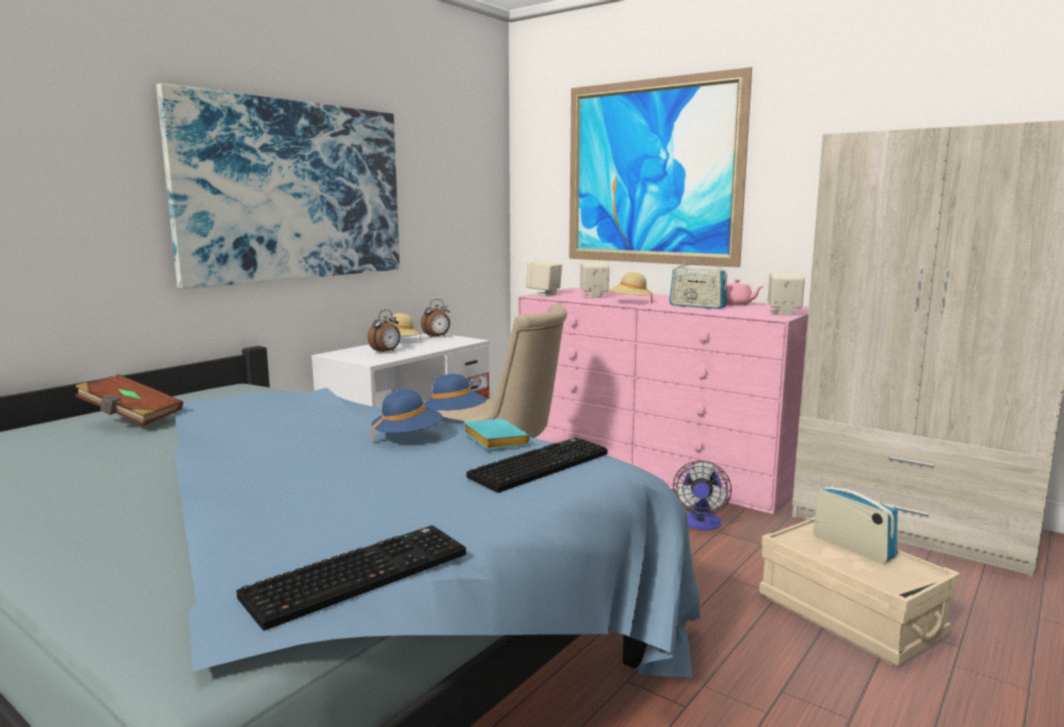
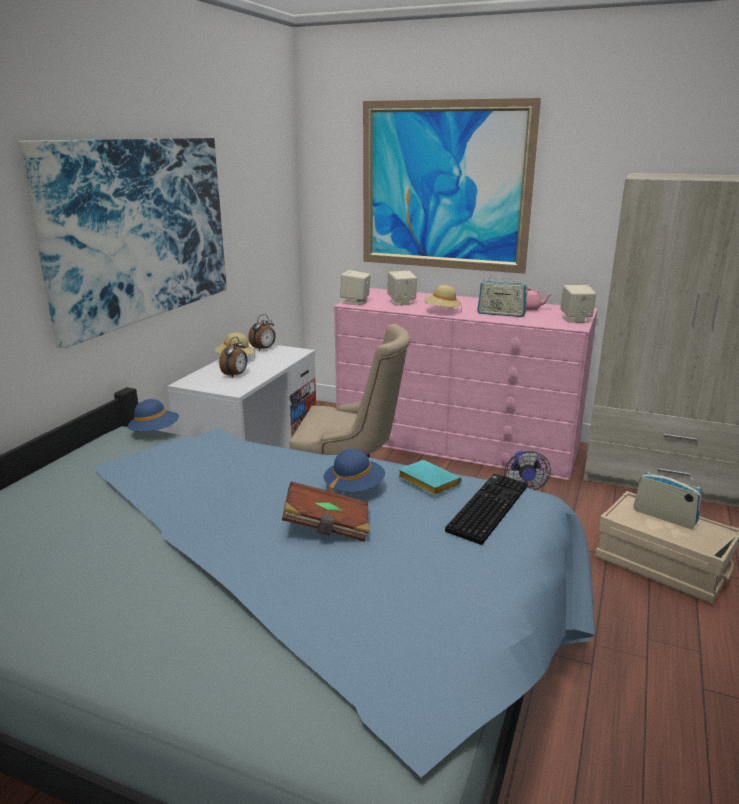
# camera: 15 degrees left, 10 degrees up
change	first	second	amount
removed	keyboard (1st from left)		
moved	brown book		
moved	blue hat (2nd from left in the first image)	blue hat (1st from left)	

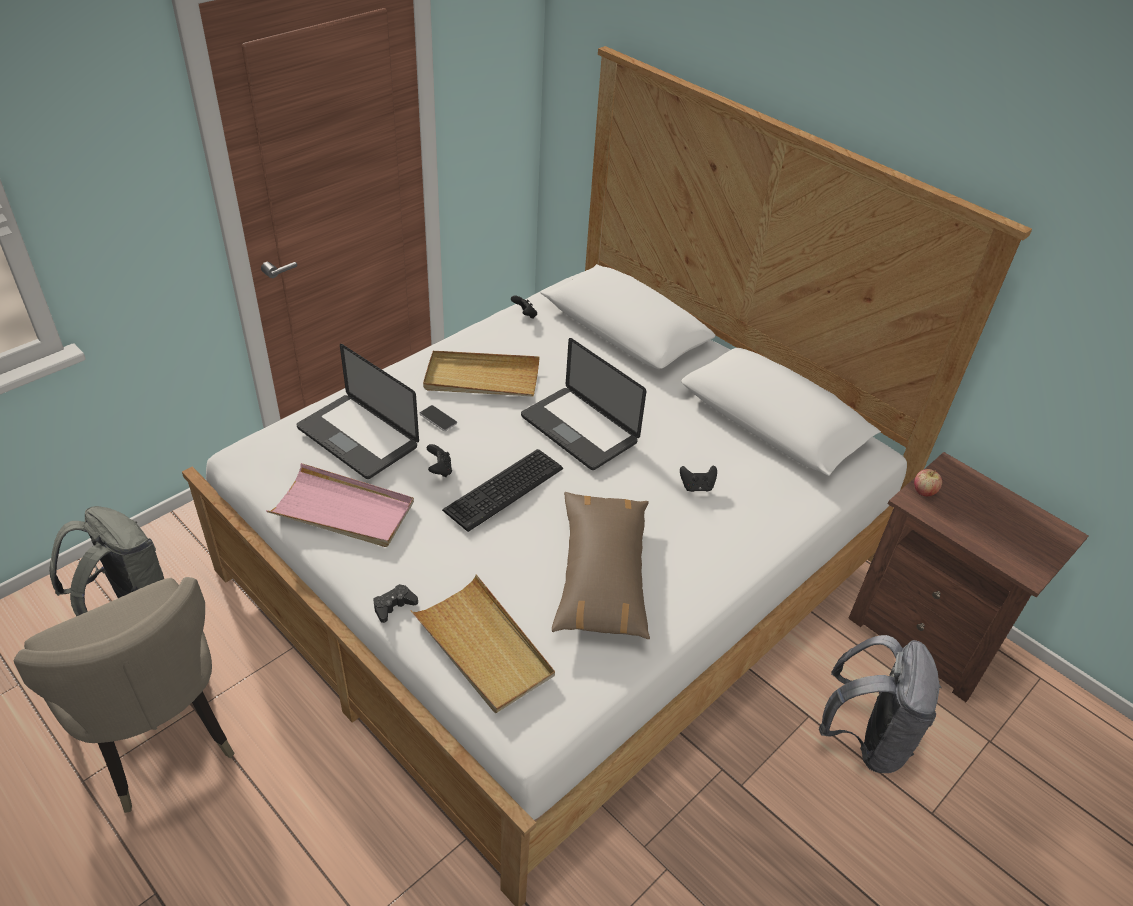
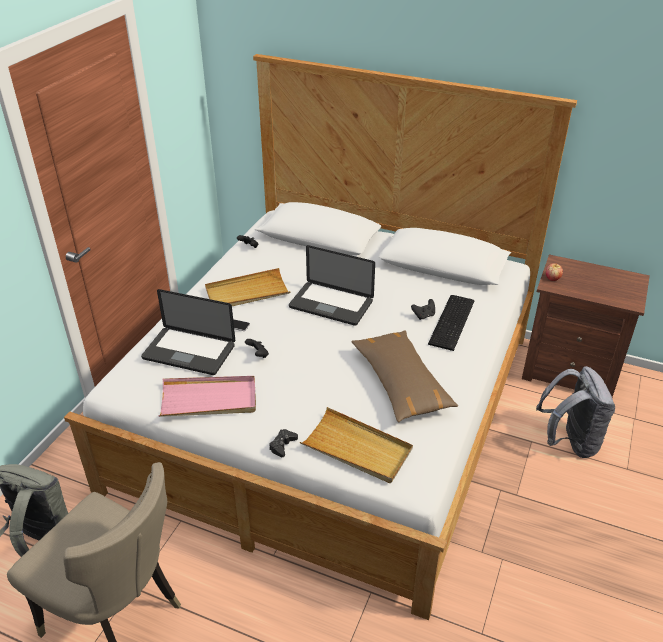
# camera: 20 degrees left, 5 degrees down
change	first	second	amount
moved	keyboard		

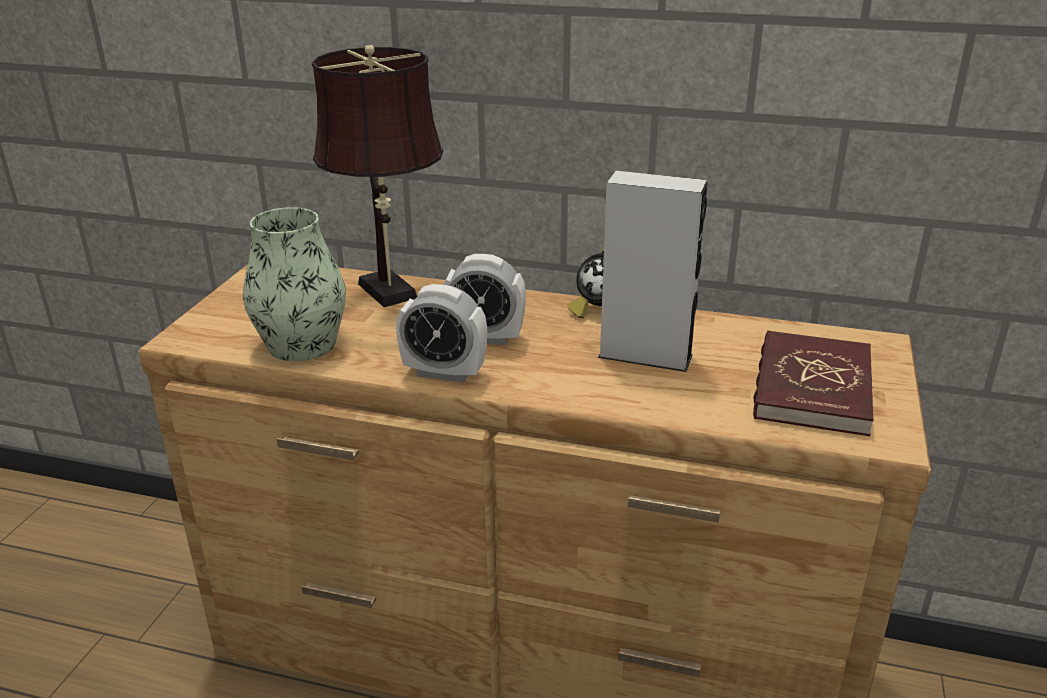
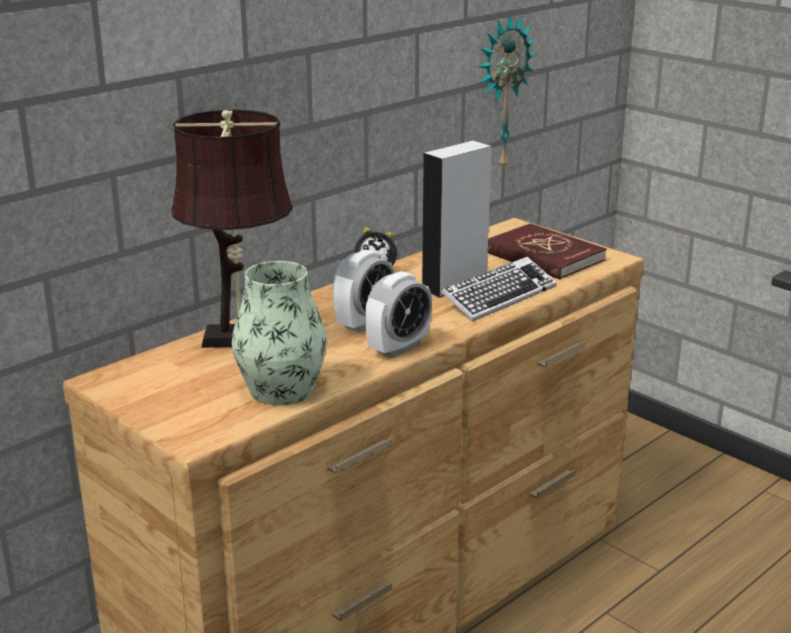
# camera: 60 degrees left, 5 degrees down
change	first	second	amount
added		keyboard	
added		wall clock	

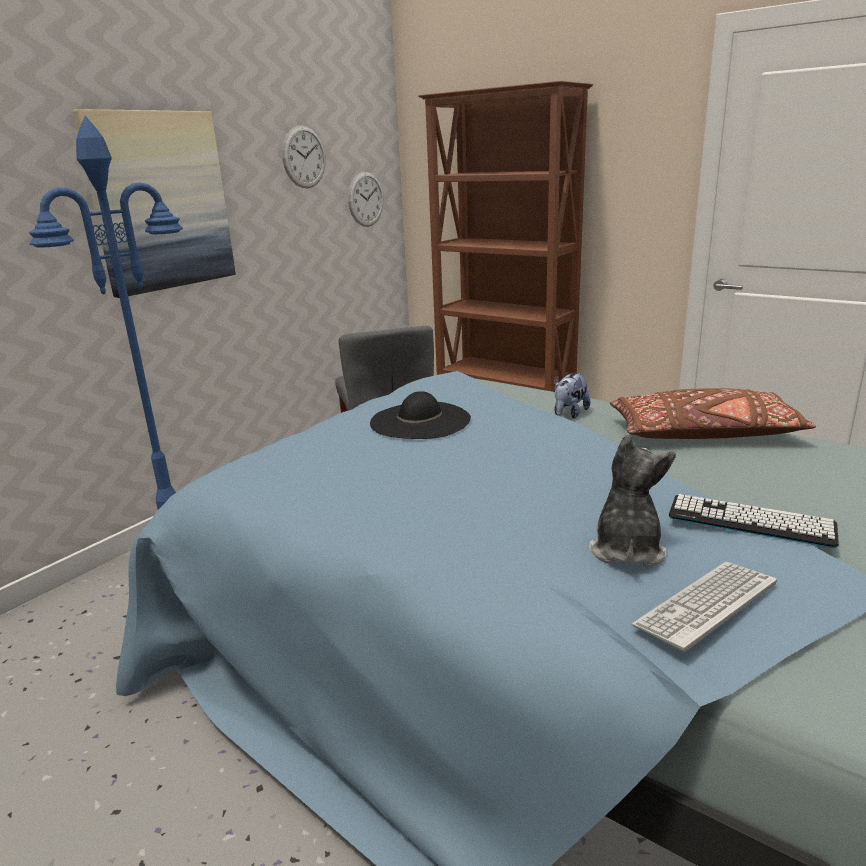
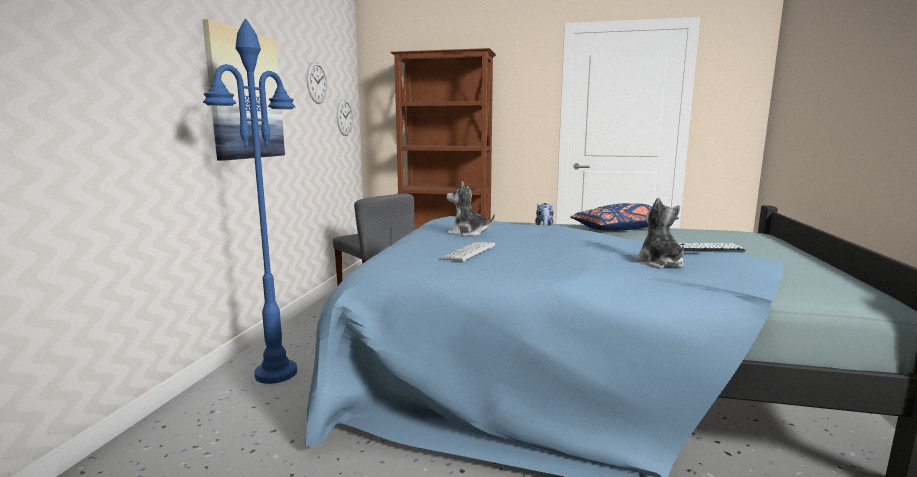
# camera: 25 degrees left, 10 degrees down
change	first	second	amount
moved	keyboard (1st from left)		
replaced	black hat	plush toy (1st from left)	
recoloured	brown pillow	blue pillow	

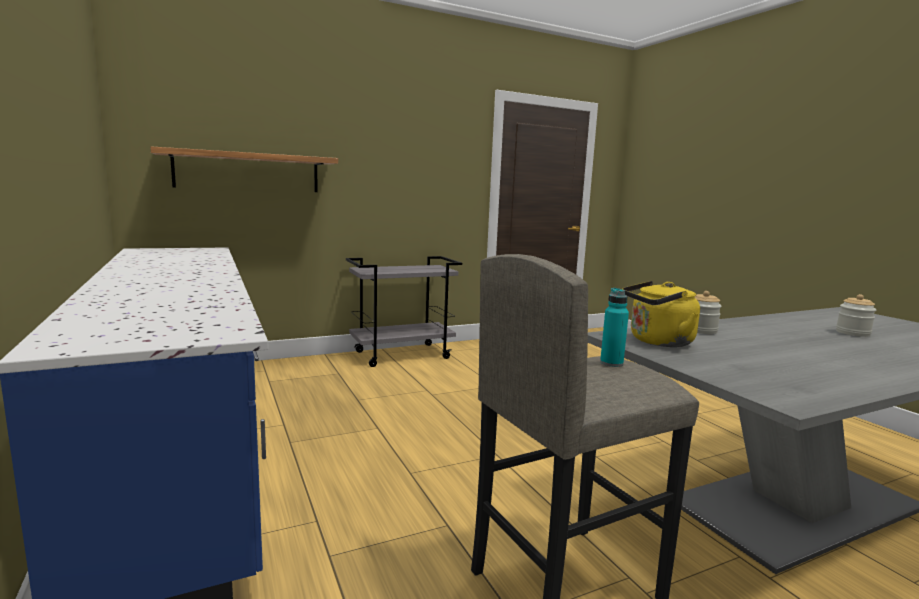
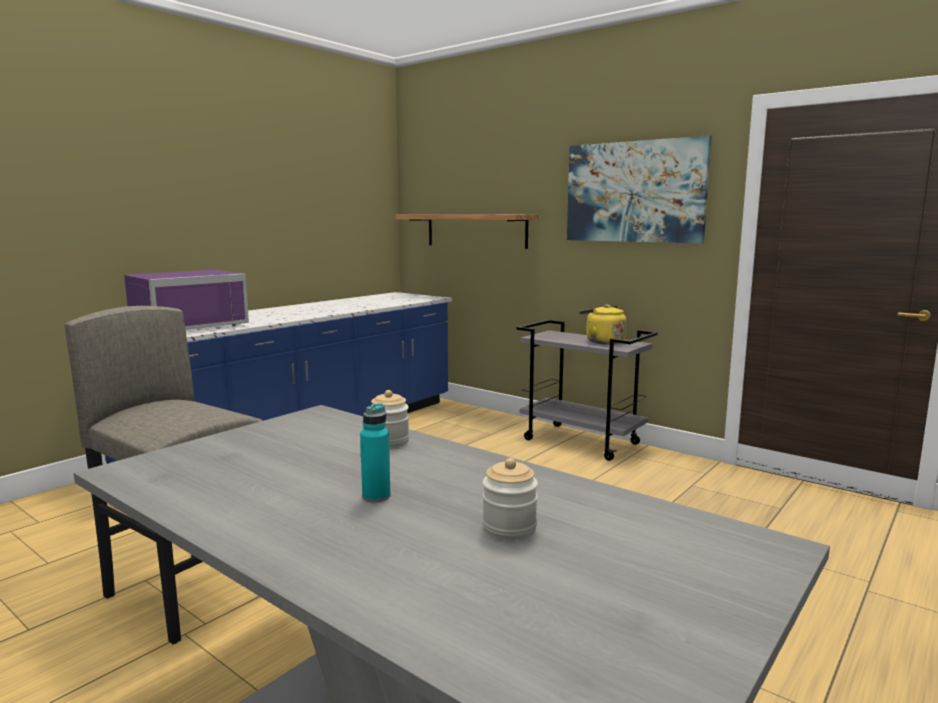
# camera: 65 degrees right, 0 degrees up
change	first	second	amount
added		purple microwave	
added		picture	
moved	turquoise bottle		
moved	yellow kettle		

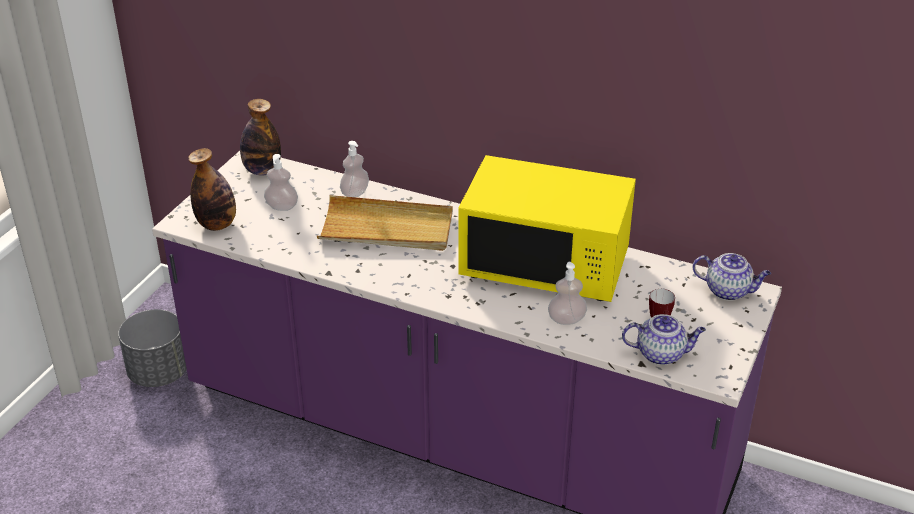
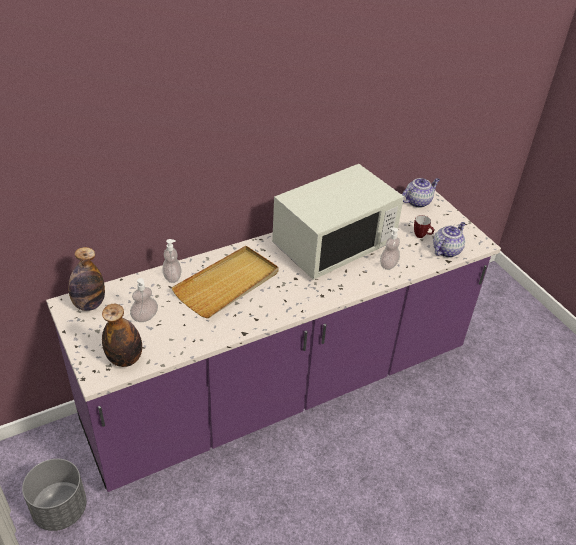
# camera: 55 degrees left, 5 degrees up
change	first	second	amount
recoloured	yellow microwave	white microwave	

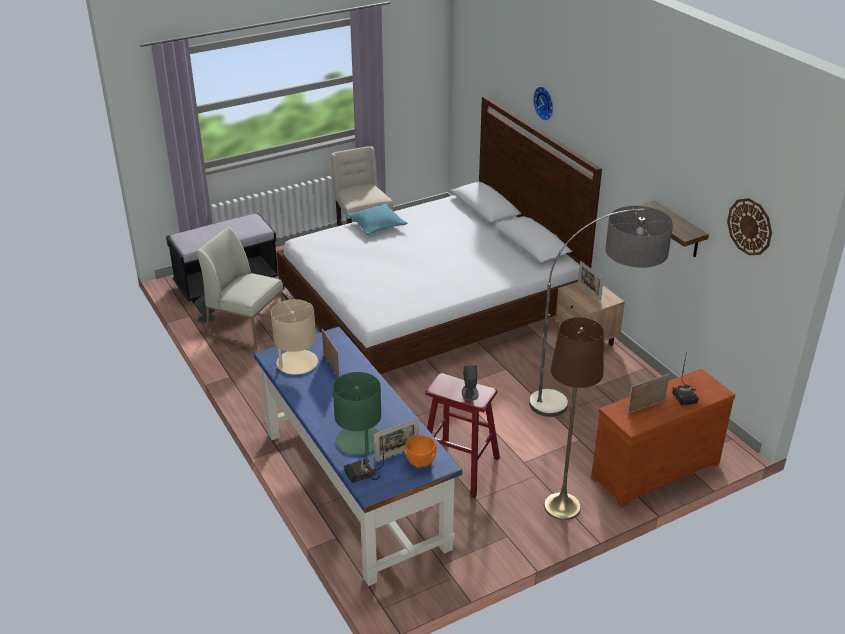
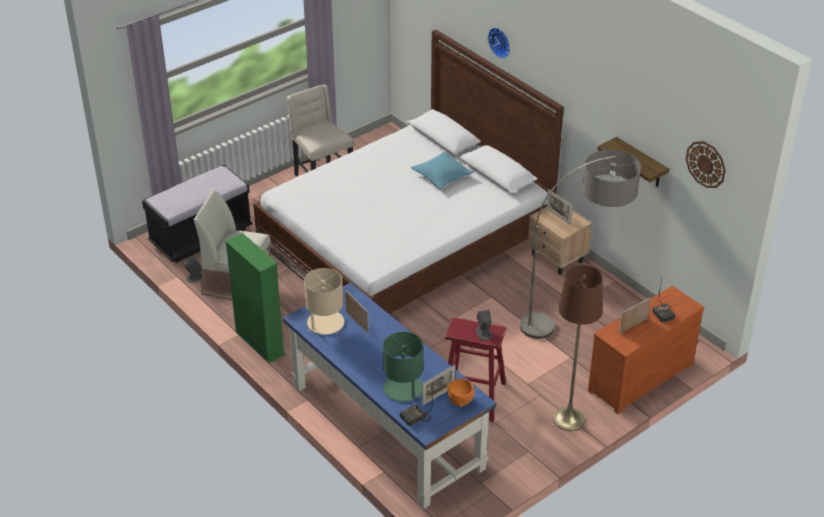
# camera: 10 degrees left, 5 degrees up
change	first	second	amount
added		green bookcase	
moved	turquoise pillow		

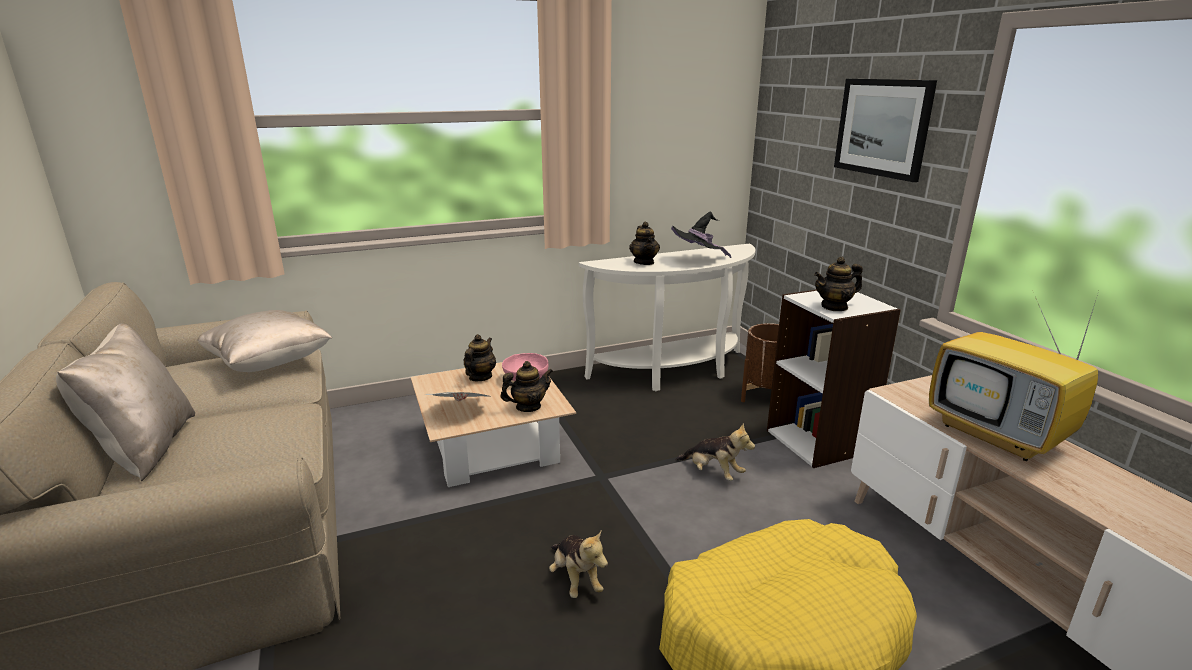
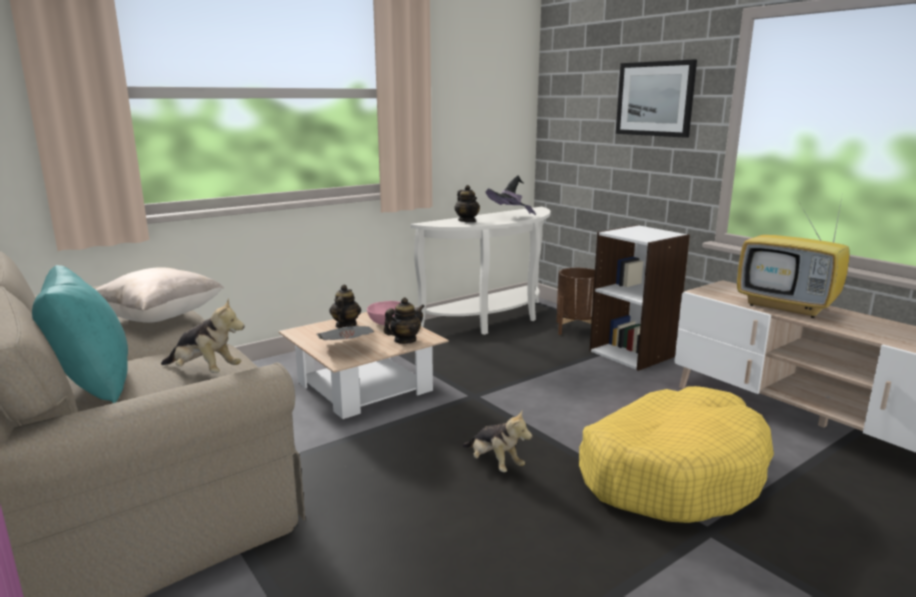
# camera: 15 degrees left, 5 degrees down
change	first	second	amount
removed	teapot (4th from left)		
moved	plush toy (2nd from left in the first image)	plush toy (1st from left)	
recoloured	beige pillow (1st from left)	turquoise pillow	

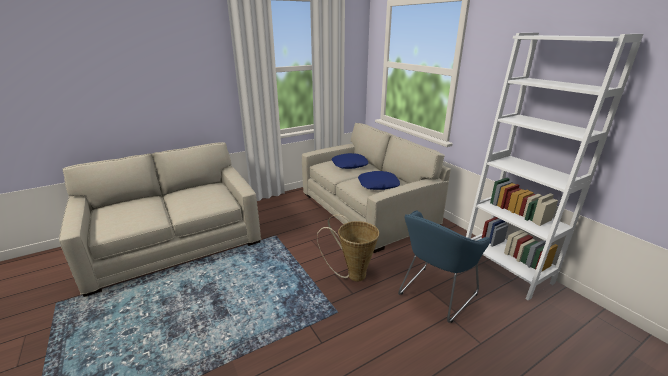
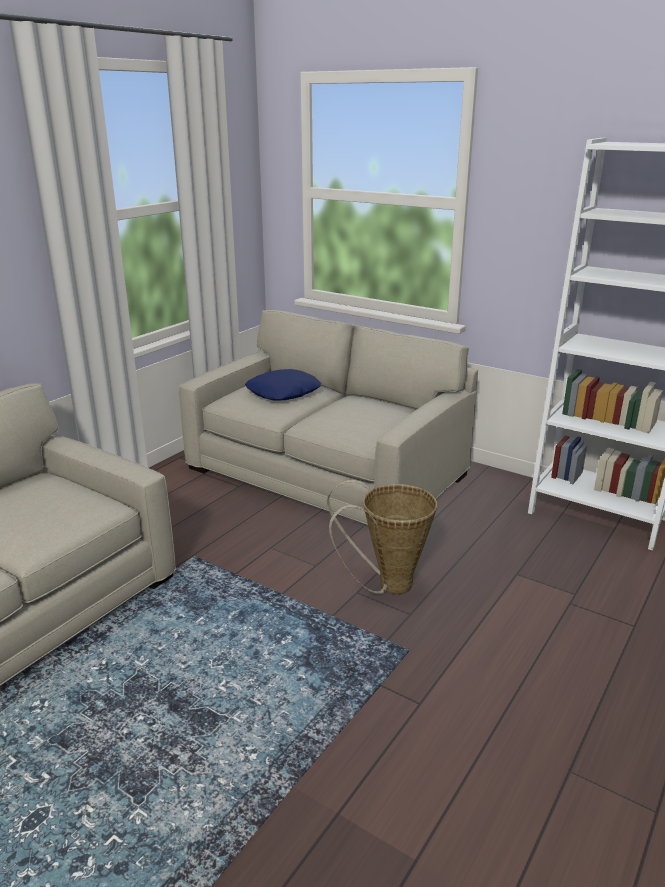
# camera: 25 degrees left, 0 degrees up
change	first	second	amount
removed	blue pillow (2nd from left)		
removed	blue armchair		

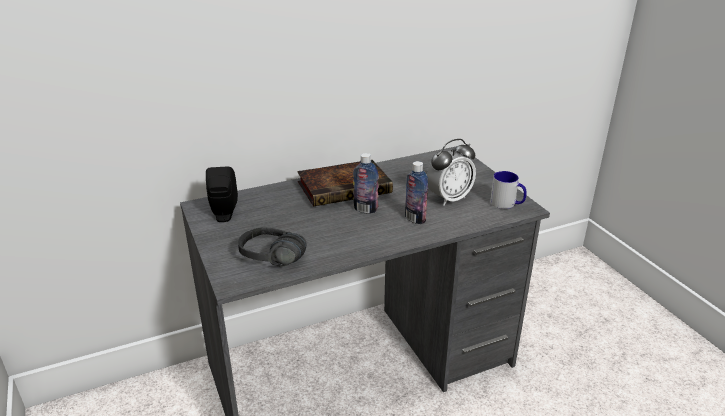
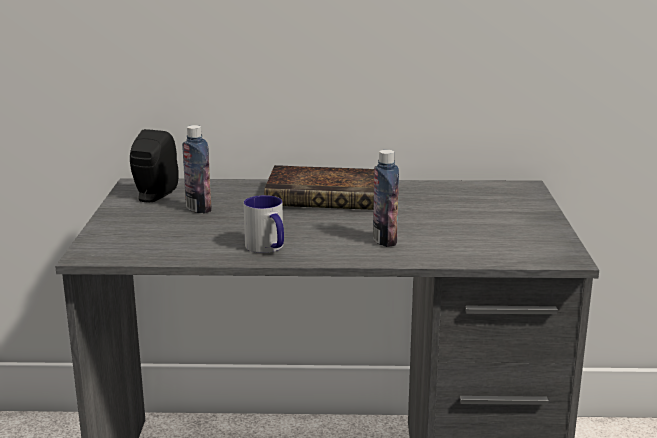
# camera: 25 degrees right, 10 degrees down
change	first	second	amount
removed	black headphones		
removed	alarm clock		
moved	bottle (1st from left)		
moved	mug		

